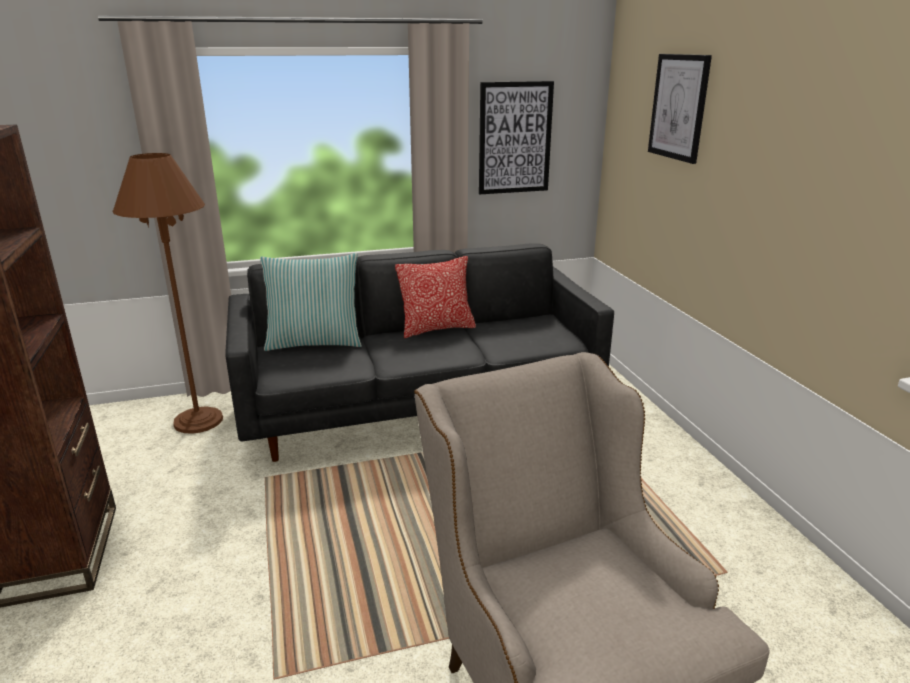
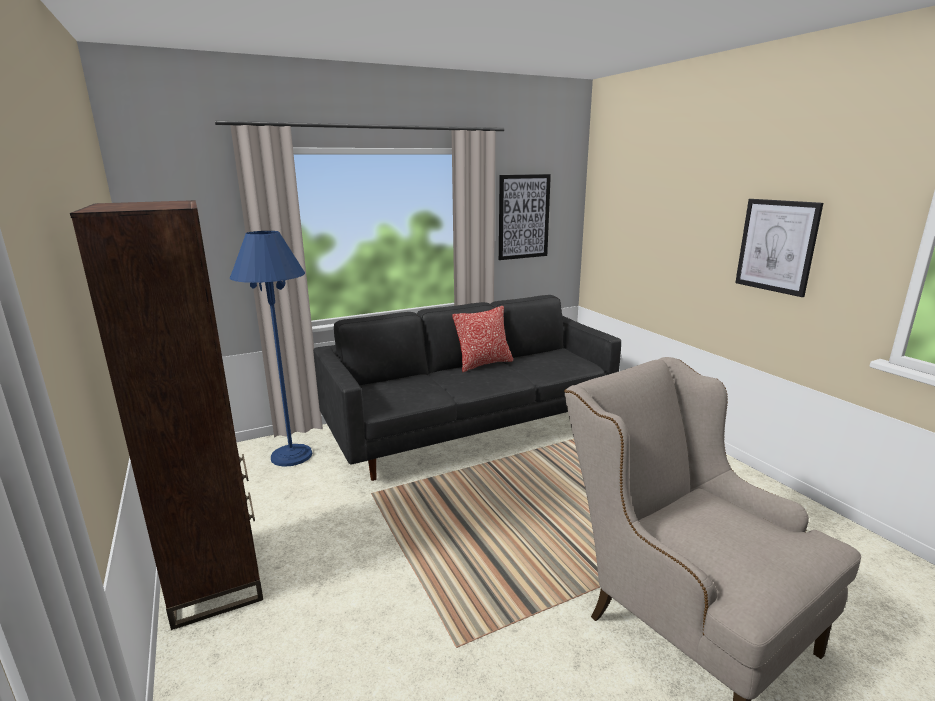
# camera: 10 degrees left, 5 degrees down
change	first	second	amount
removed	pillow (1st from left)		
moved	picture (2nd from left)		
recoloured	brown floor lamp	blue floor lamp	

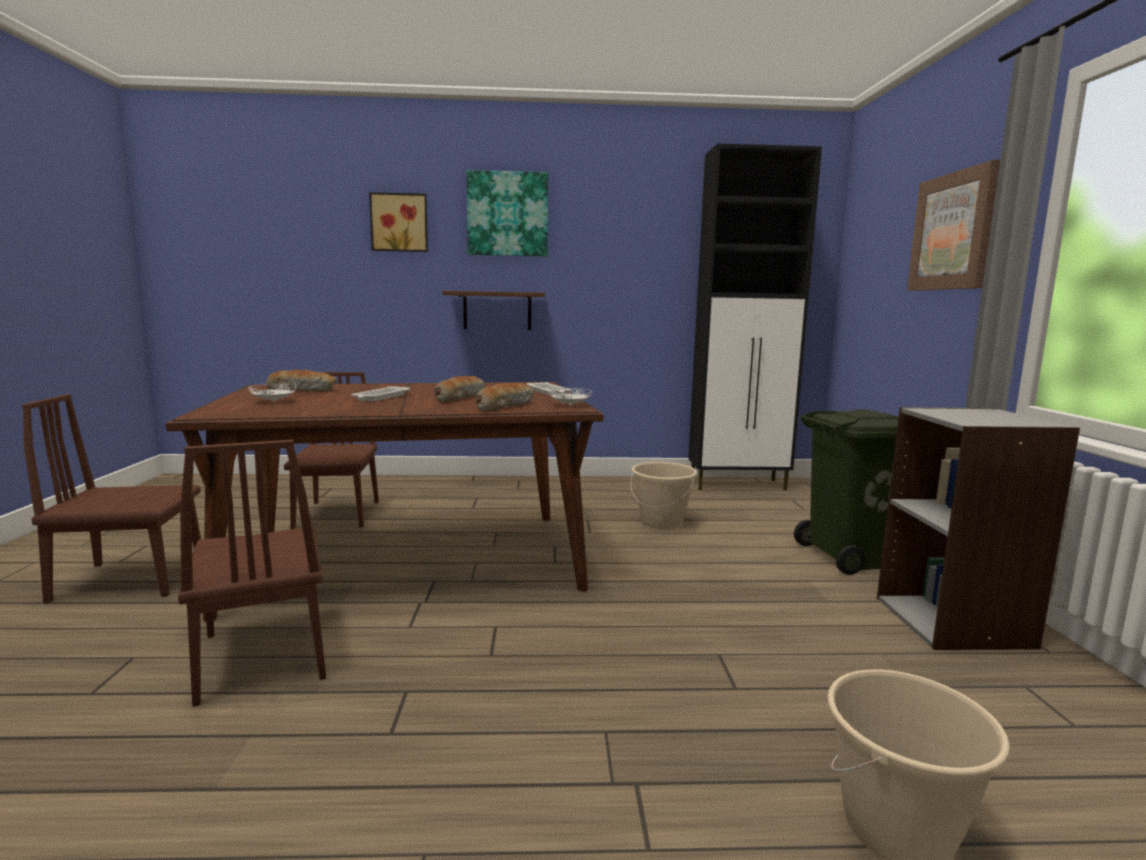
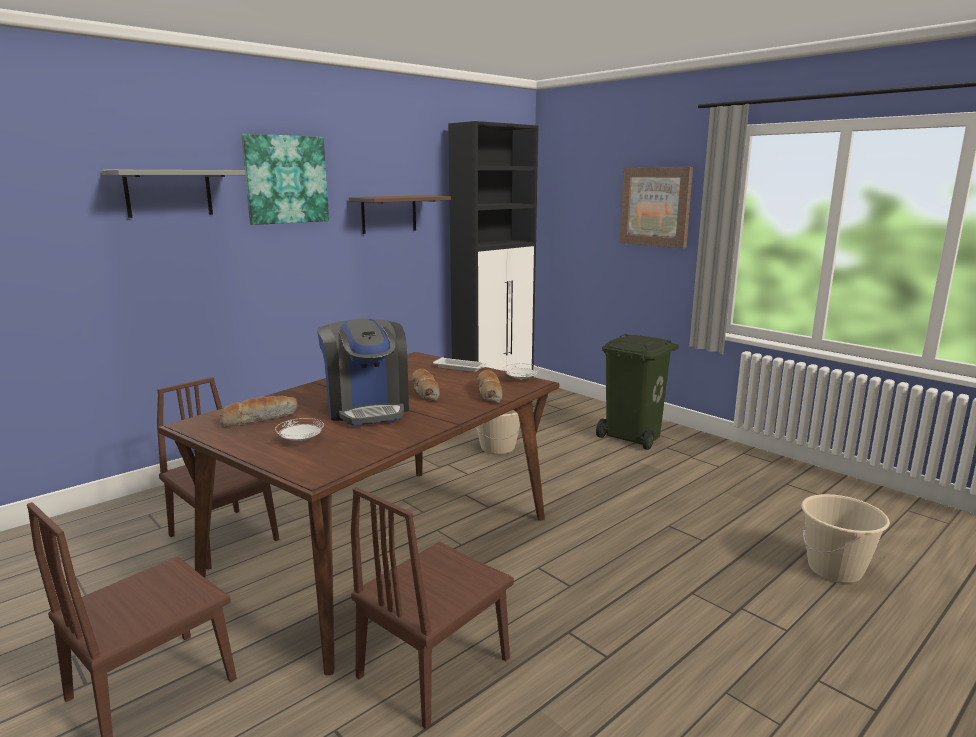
# camera: 40 degrees left, 5 degrees up
change	first	second	amount
removed	grey bookcase		
moved	brown shelf		
replaced	white tray (1st from left)	coffee machine	
replaced	picture (1st from left)	grey shelf	
turned	brown chair (2nd from left in the first image)	brown chair (3rd from left)	105 degrees clockwise

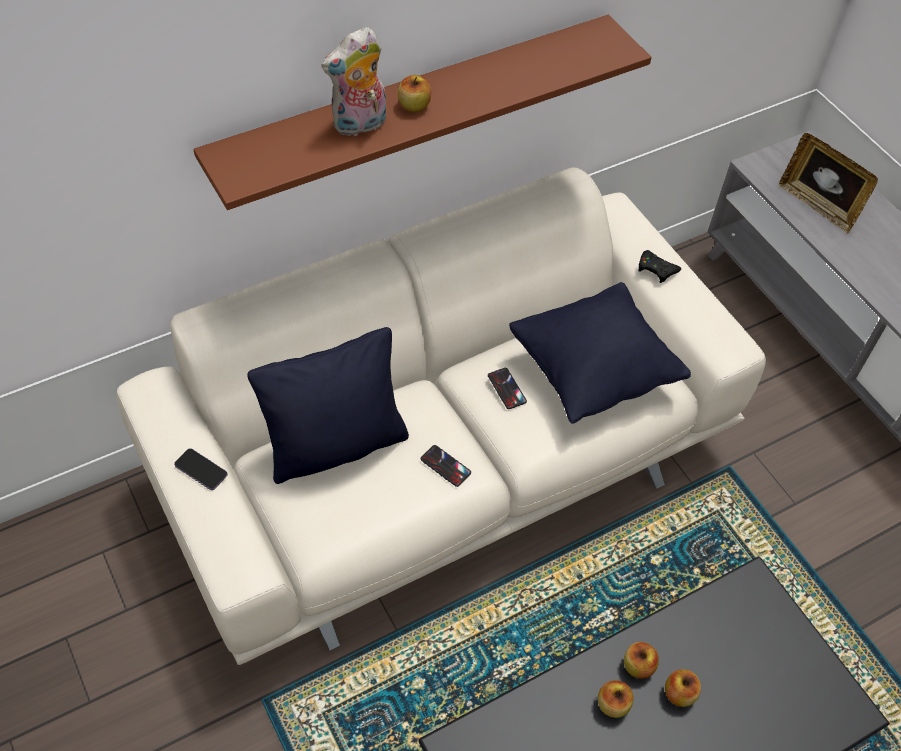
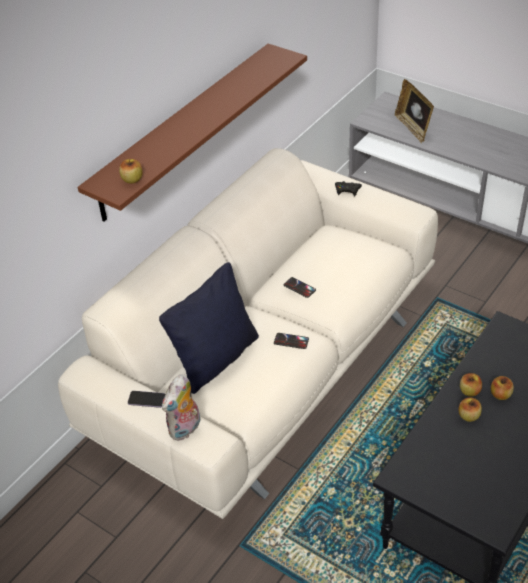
# camera: 20 degrees left, 10 degrees down
change	first	second	amount
removed	black pillow (2nd from left)		
moved	plush toy		
moved	apple (1st from left)		
turned	picture frame		45 degrees clockwise

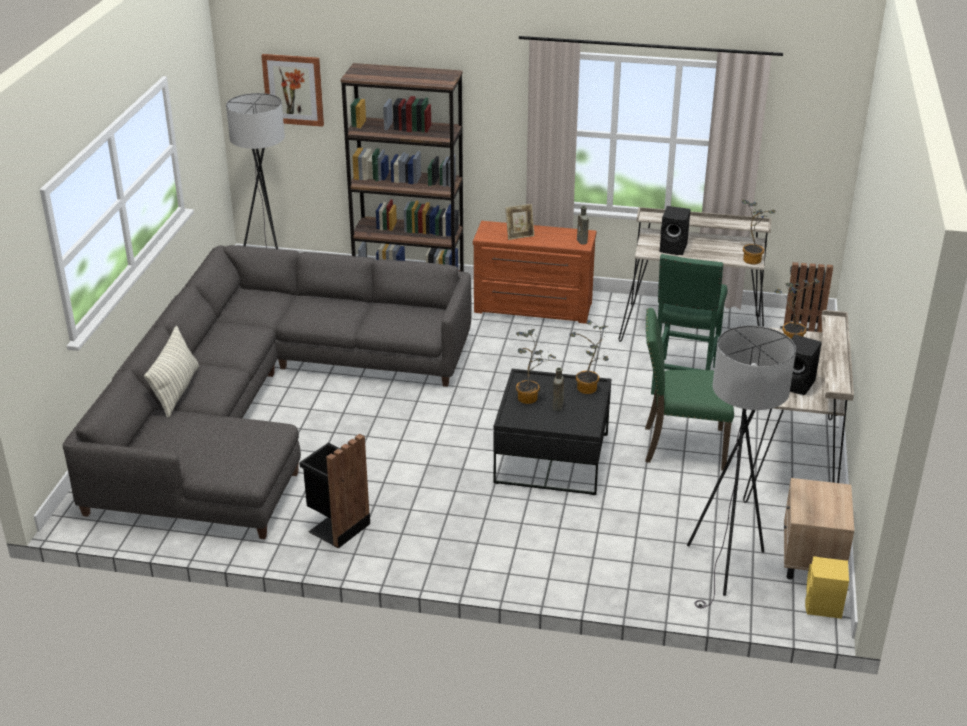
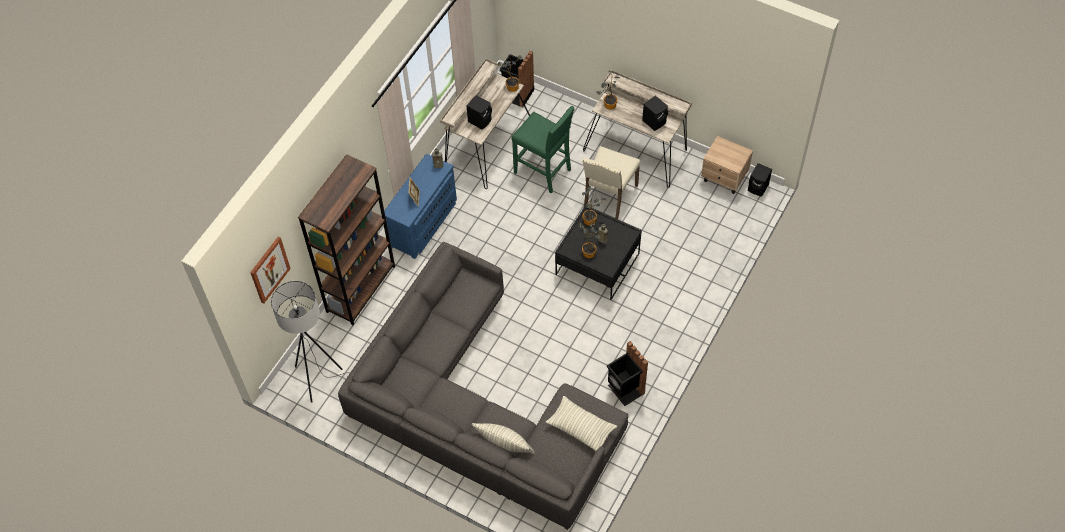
# camera: 70 degrees left, 25 degrees up
change	first	second	amount
removed	grey floor lamp (2nd from left)		
added		pillow (2nd from left)	
recoloured	brown dresser	blue dresser	
recoloured	green chair	beige chair	
recoloured	yellow speaker	black speaker (3rd from left)	

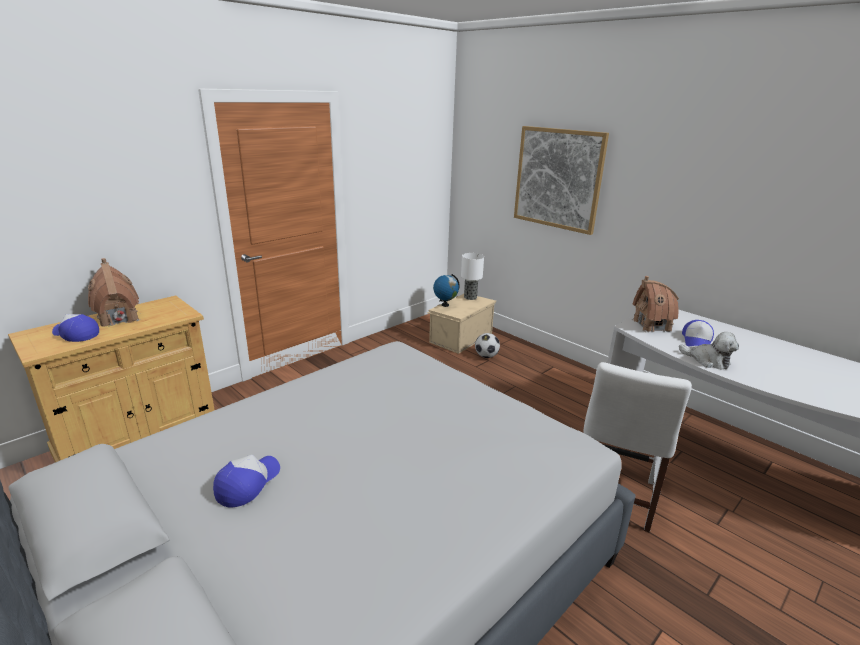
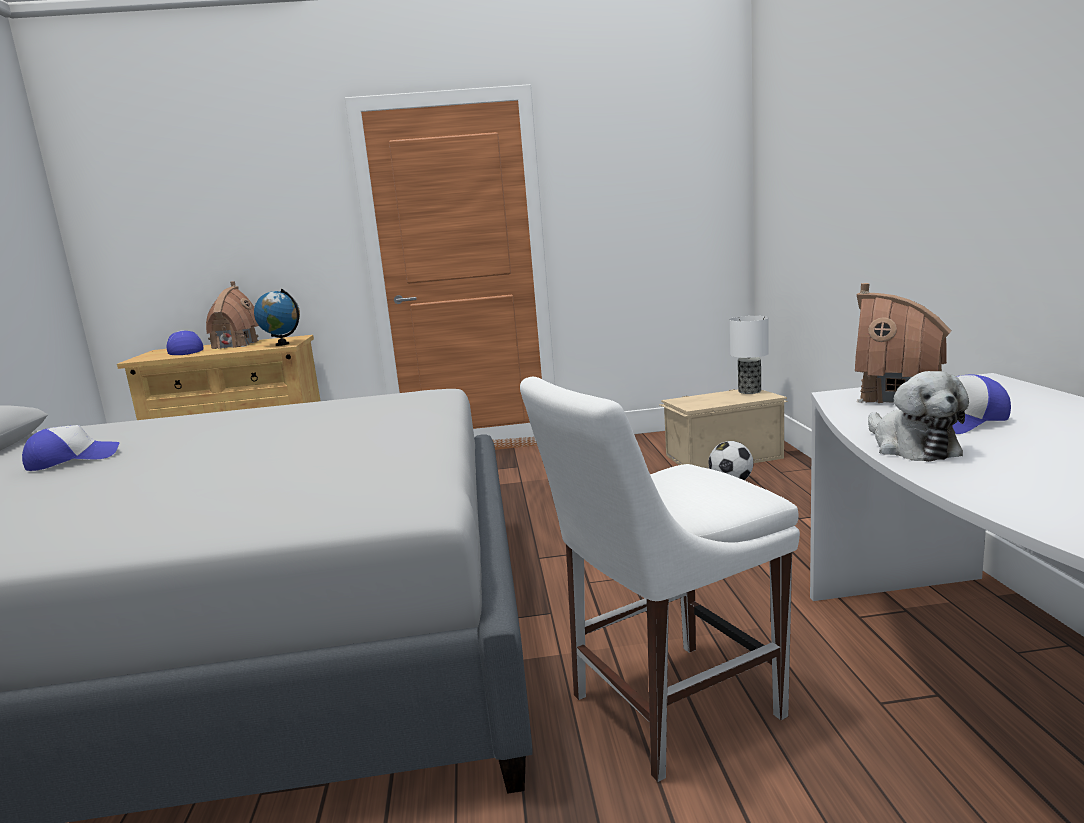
# camera: 40 degrees right, 10 degrees down
change	first	second	amount
removed	picture		
moved	globe		

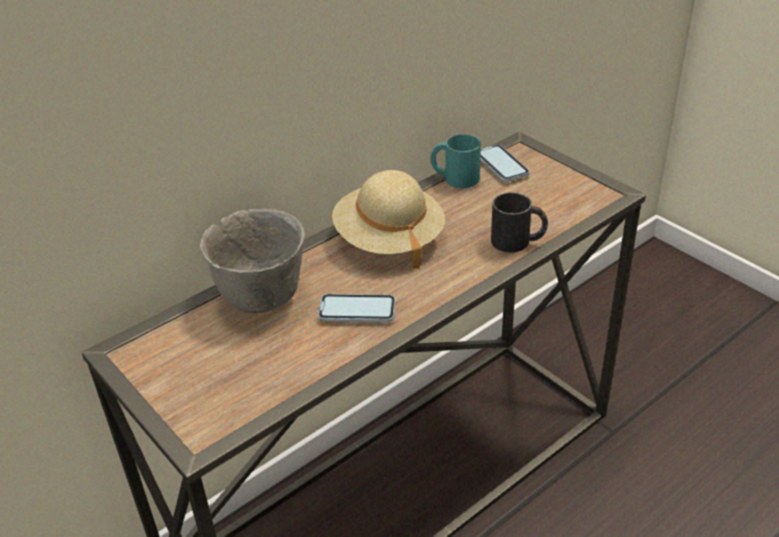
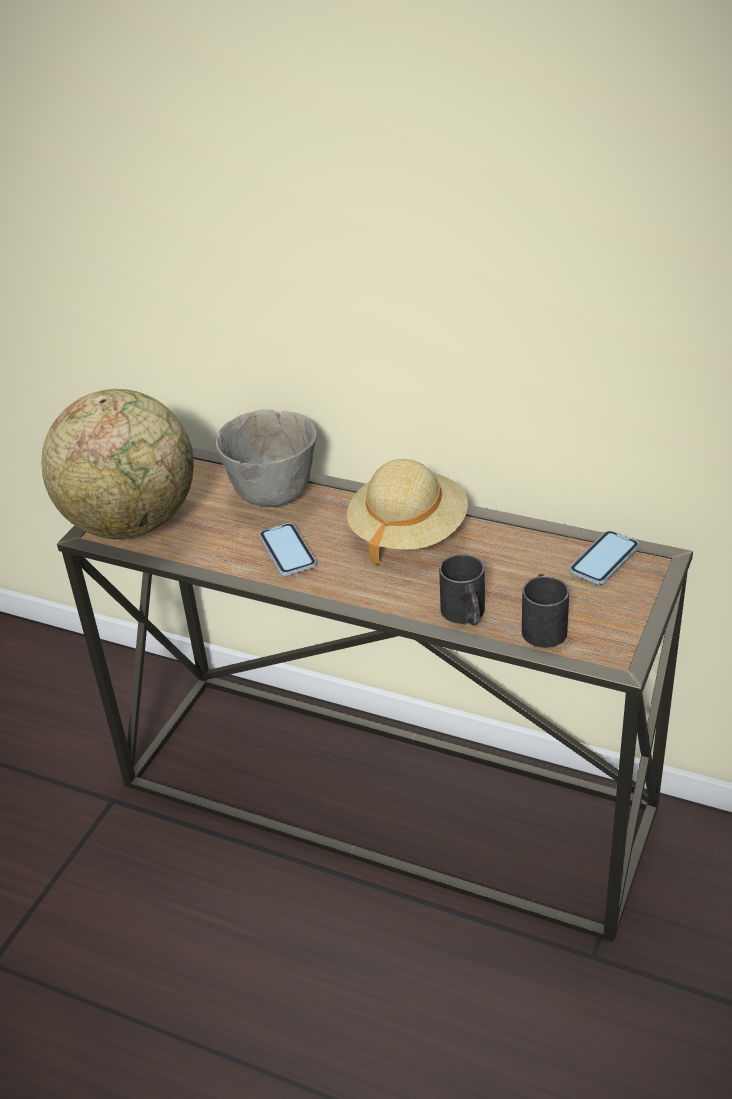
# camera: 65 degrees right, 0 degrees up
change	first	second	amount
removed	turquoise mug		
added		globe	
added		black mug (2nd from left)	

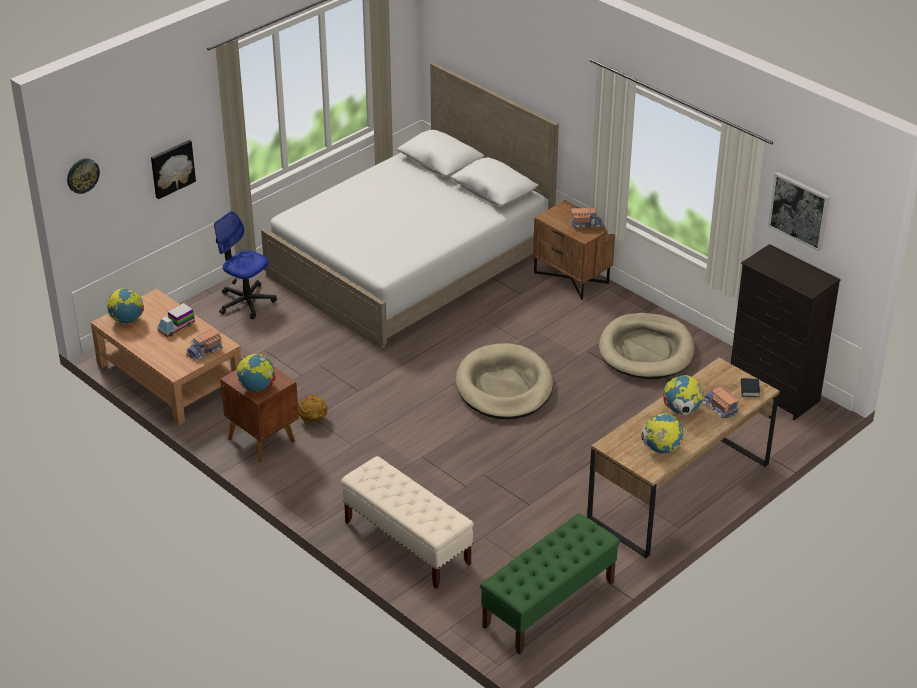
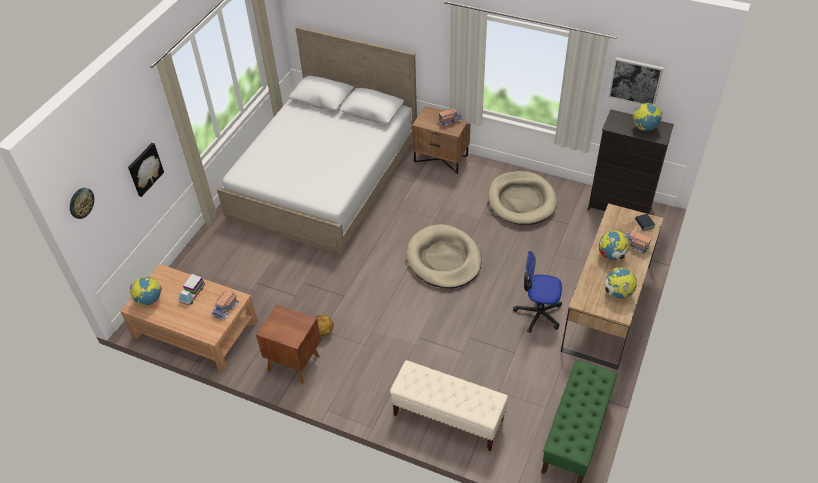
# camera: 20 degrees left, 10 degrees up
change	first	second	amount
moved	office chair		
moved	globe (2nd from left in the first image)	globe (4th from left)	

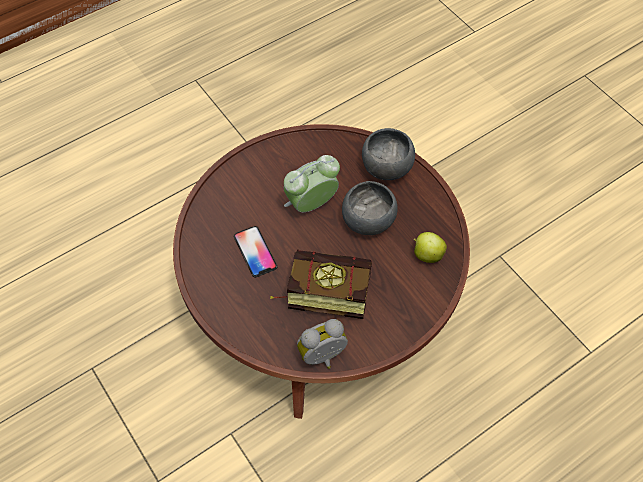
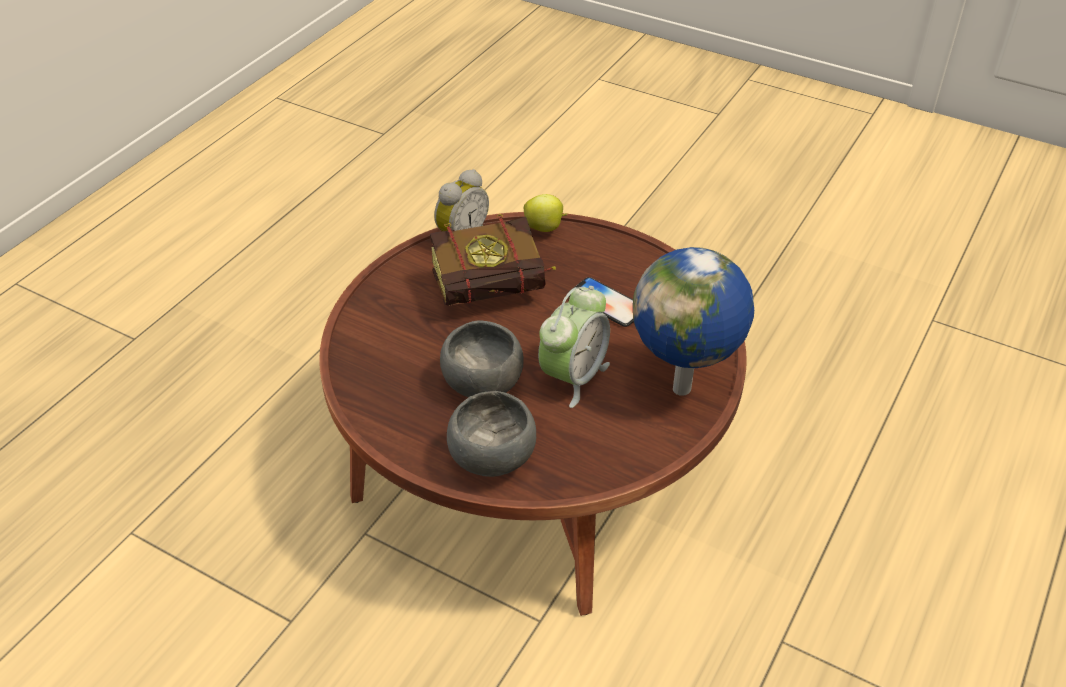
# camera: 155 degrees right, 15 degrees down
change	first	second	amount
added		globe	
moved	apple		

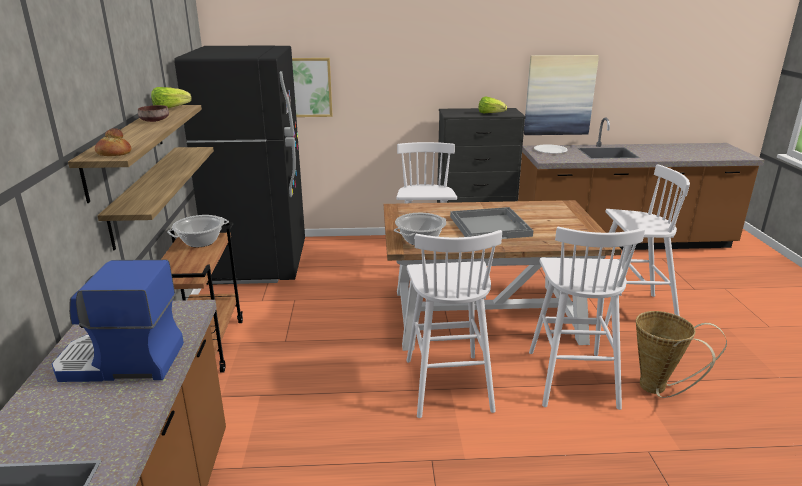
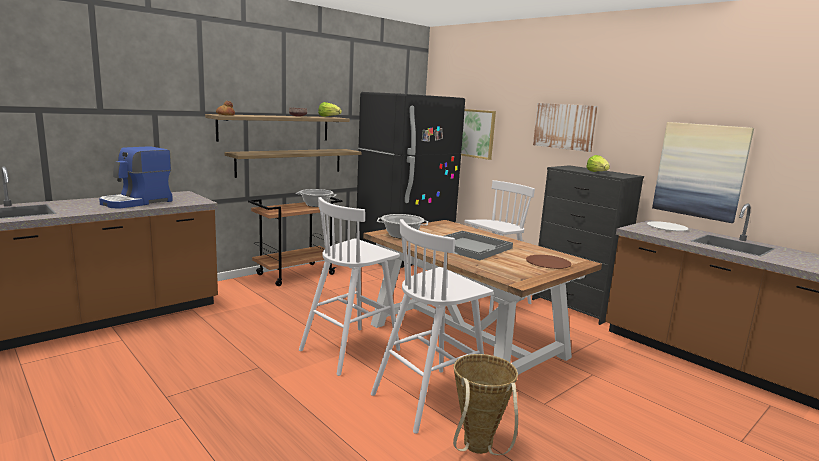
# camera: 50 degrees right, 10 degrees down
change	first	second	amount
removed	white stool (4th from left)		
added		brown plate	
added		picture (2nd from left)	
turned	coffee machine		105 degrees counterclockwise

